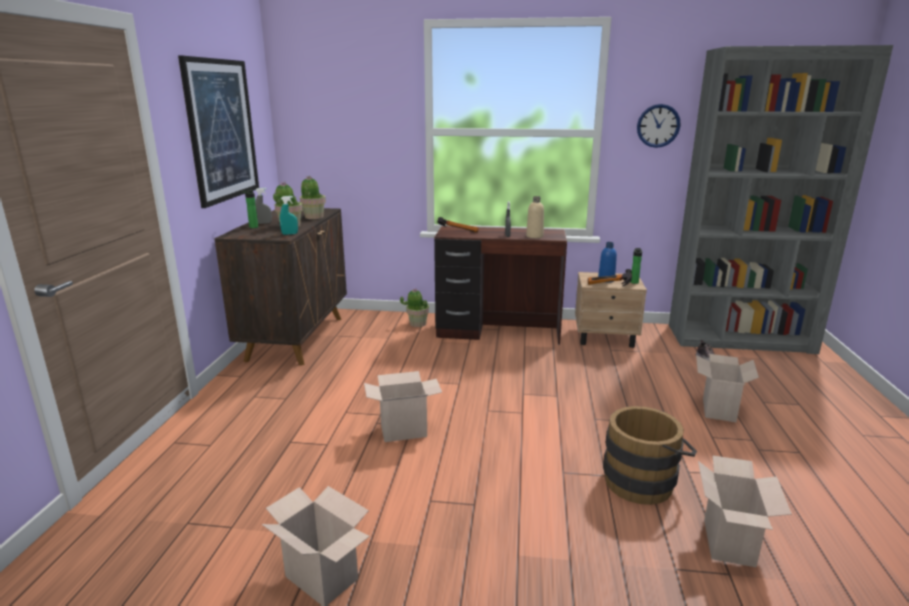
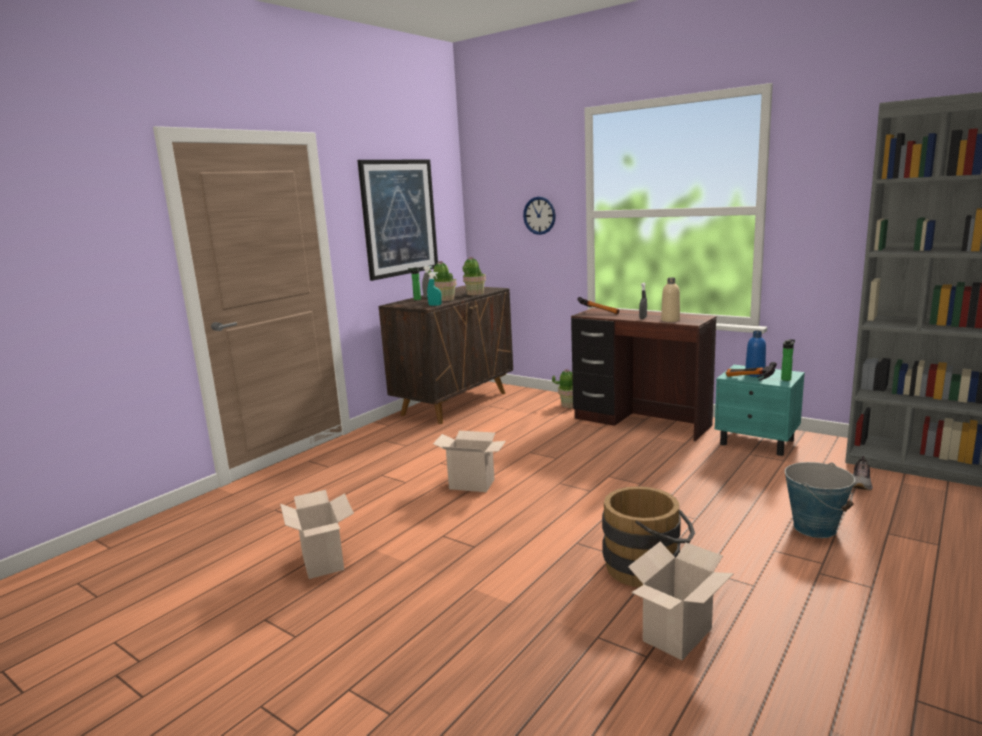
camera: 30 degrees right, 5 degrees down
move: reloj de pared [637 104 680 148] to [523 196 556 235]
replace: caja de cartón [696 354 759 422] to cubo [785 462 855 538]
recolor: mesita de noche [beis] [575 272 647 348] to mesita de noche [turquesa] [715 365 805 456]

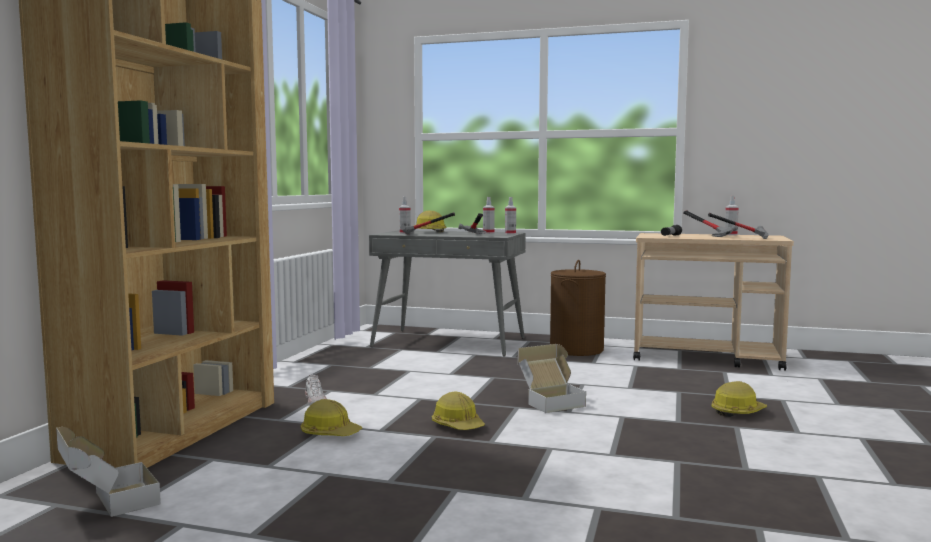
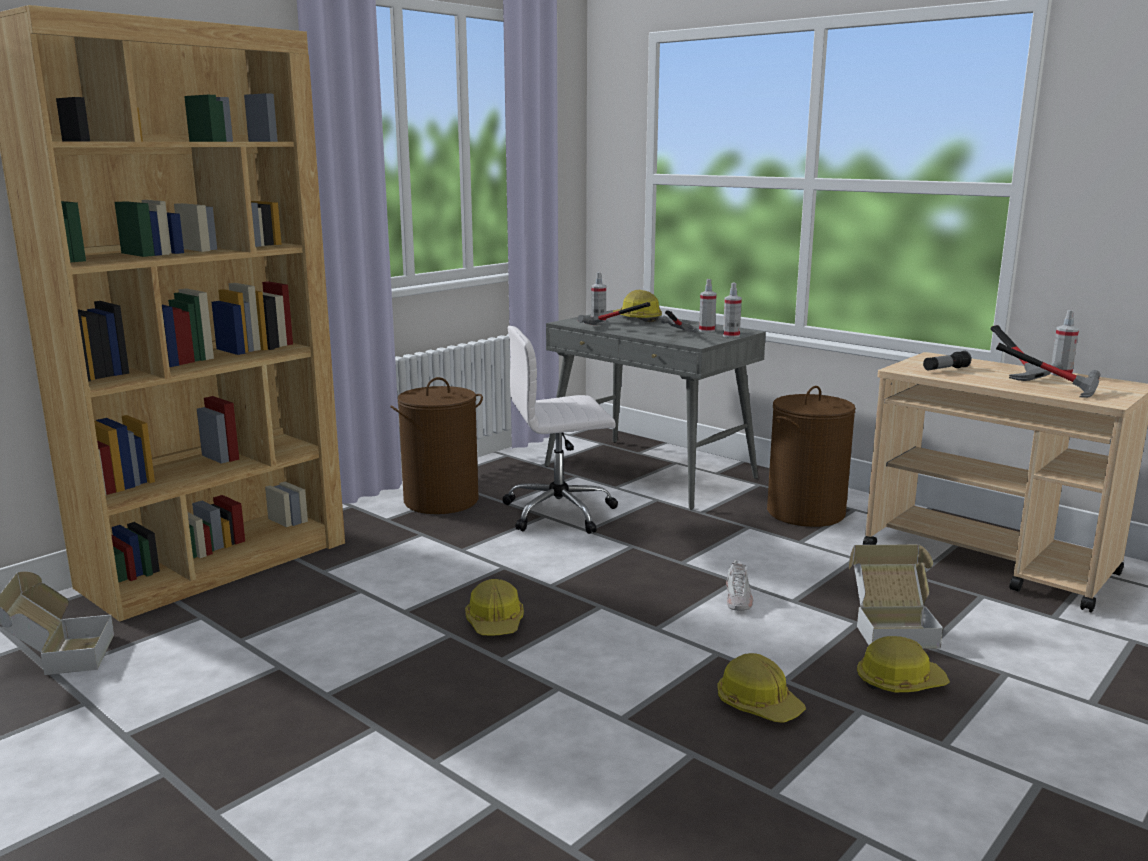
camera: 25 degrees right, 10 degrees up
insert: silla de oficina [blanco] [502 326 618 534]; cesto de la ropa [marrón] [390 377 483 514]
move: caja de cartón [518 344 586 413] to [848 544 943 649]; zapato [blanco] [305 374 327 406] to [726 560 753 611]; casco [301 399 362 436] to [717 653 806 723]

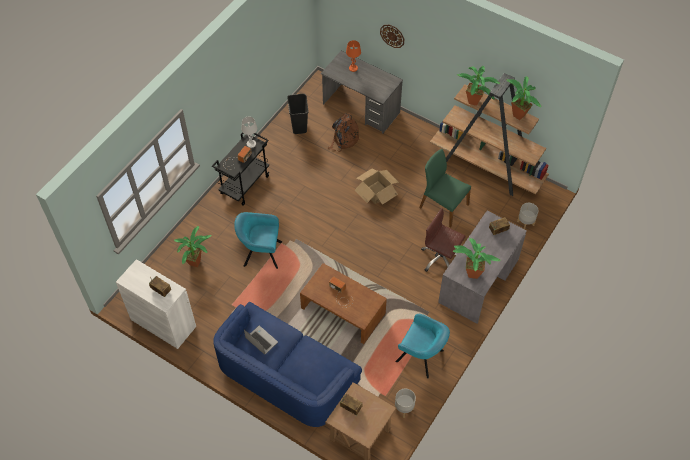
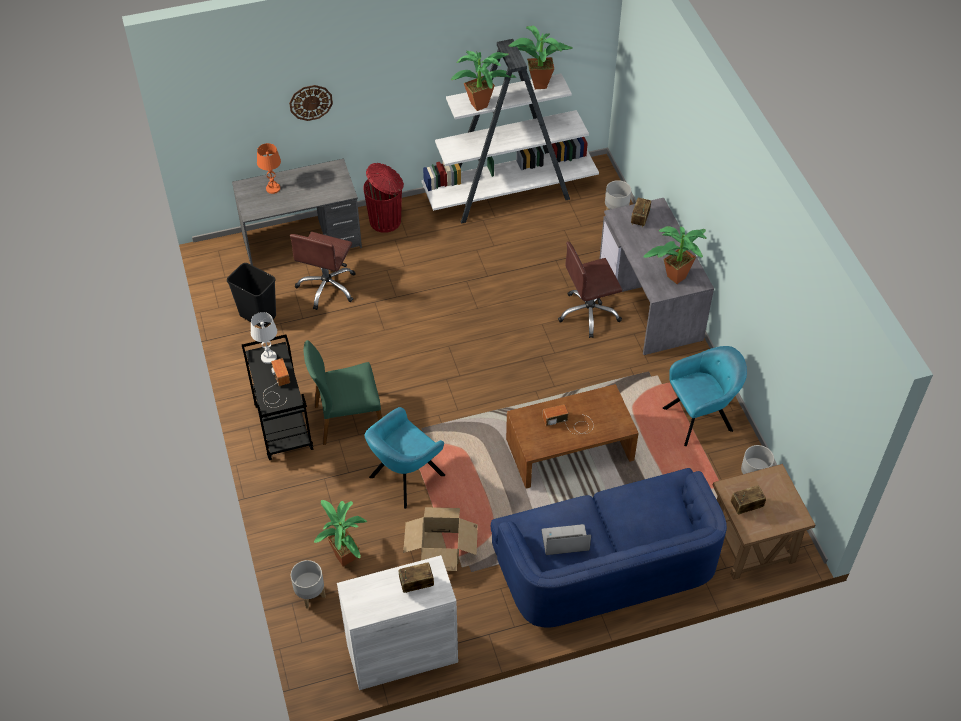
camera: 50 degrees left, 5 degrees down
insert: papelera [rojo] [363 163 404 233]; maceta [gris] [291 560 326 609]
move: silla [verde] [419 149 471 228] to [303 340 382 445]; caja de cartón [355 169 399 205] to [403 507 478 571]
replace: mochila [marrón] [328 113 360 152] to silla de oficina [marrón] [290 232 356 310]
recolor: estantería [marrón] [430 73 549 196] to estantería [blanco] [422 39 599 224]

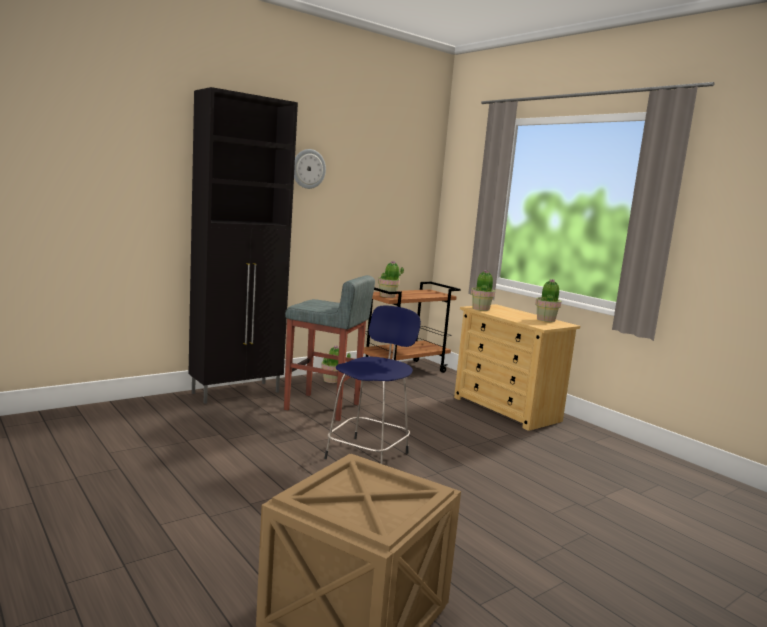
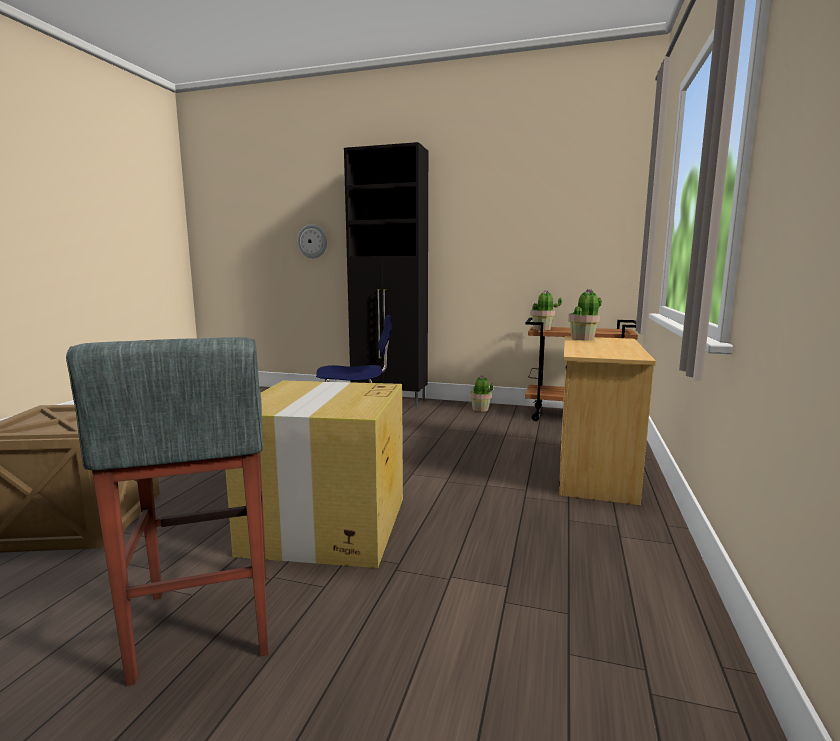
camera: 55 degrees right, 0 degrees up
delete: planta en maceta [535 279 561 322]
insert: caja de cartón [225 381 403 568]
move: reloj de pared [294 149 326 189] to [297 224 327 258]; taburete [gris] [284 275 375 421] to [66 337 268 686]

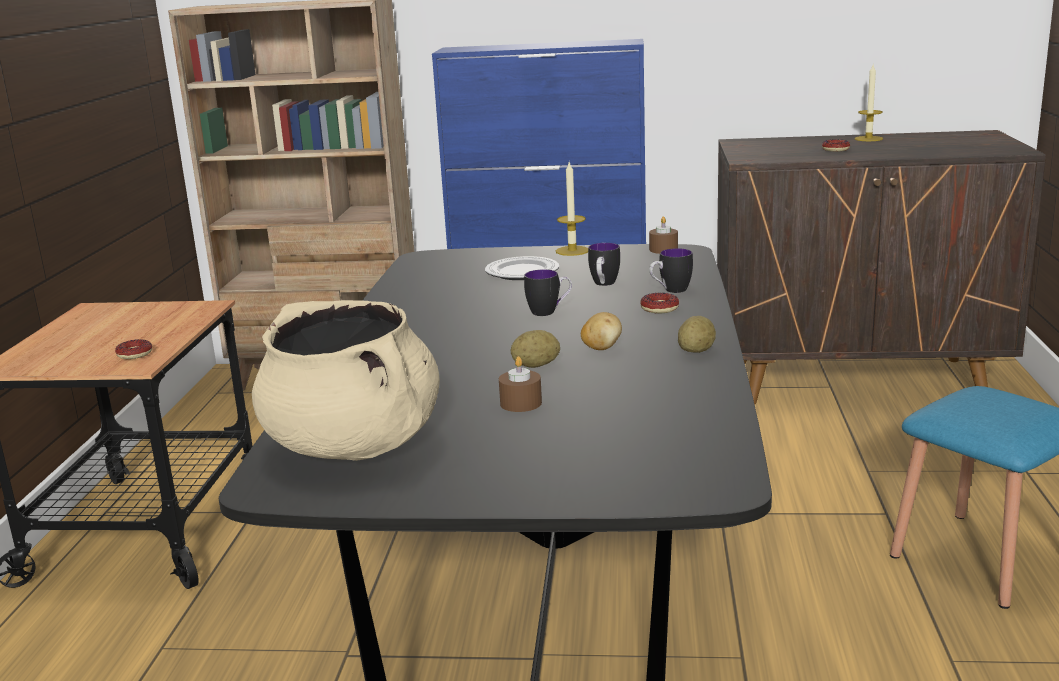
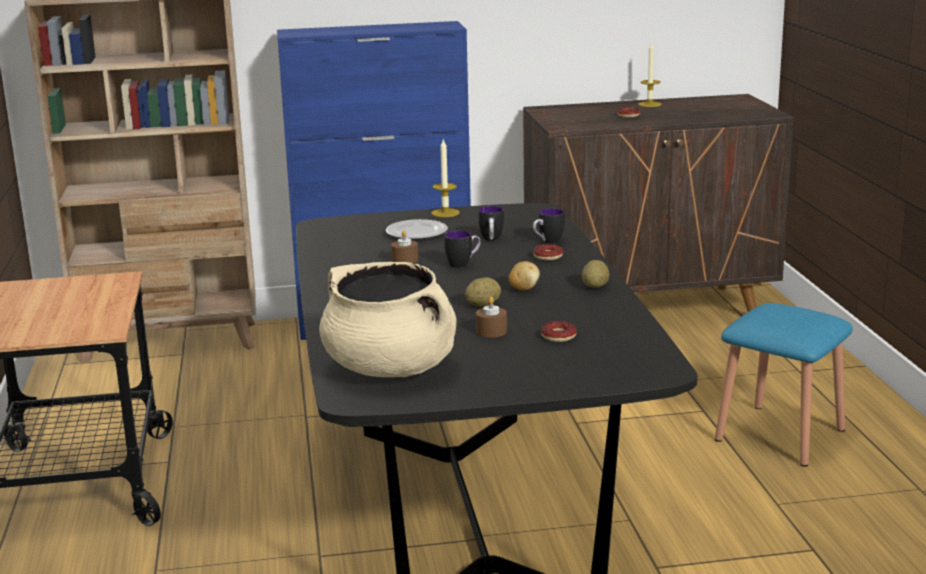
camera: 15 degrees left, 0 degrees up
move: vela [marrón] [649 216 678 254] to [391 230 418 263]; rosquilla [115 339 152 359] to [541 321 577 342]

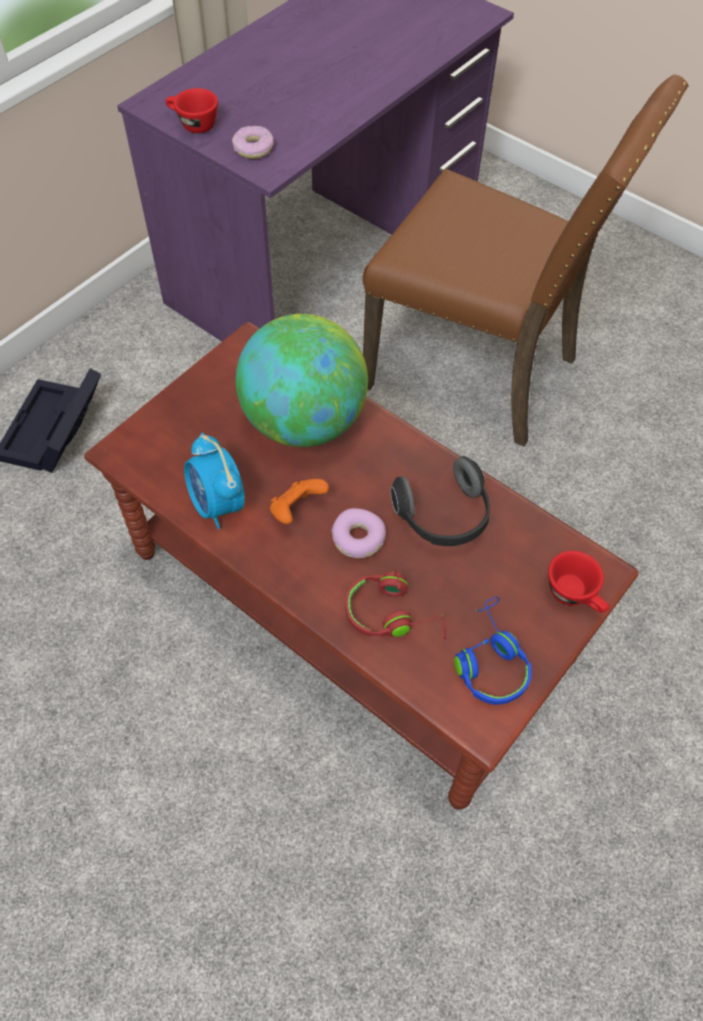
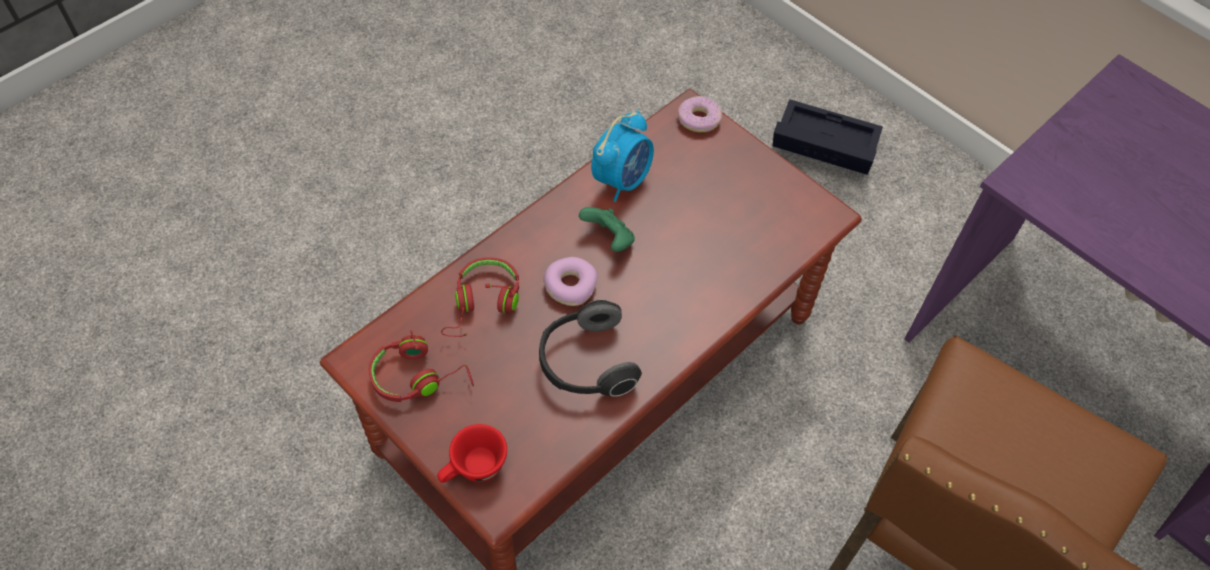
camera: 95 degrees right, 0 degrees up
delete: taza [rojo] [165 88 218 133]; globo terráqueo [236 314 368 447]
move: rosquilla [232 126 274 159] to [678 96 722 132]
recolor: mando de consola [naranja] [270 479 329 524] to mando de consola [verde] [579 207 635 252]; auriculares [azul] [454 597 532 705] to auriculares [rojo] [369 330 474 402]
rotate: despertador [184 433 245 529] = [591 110 654 202] 150 degrees clockwise

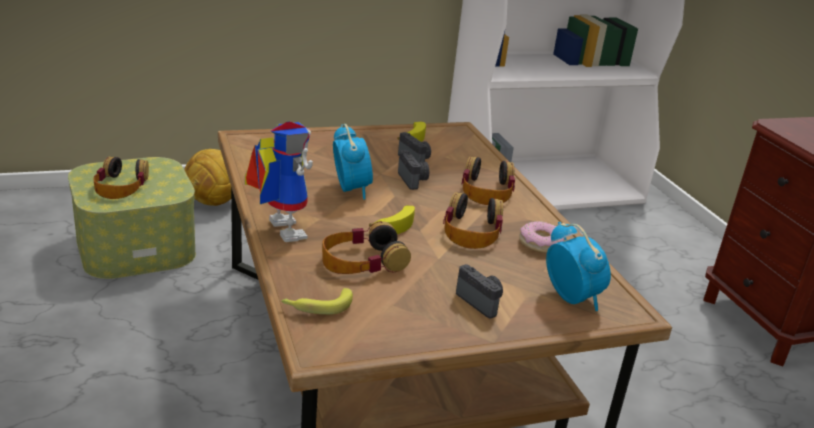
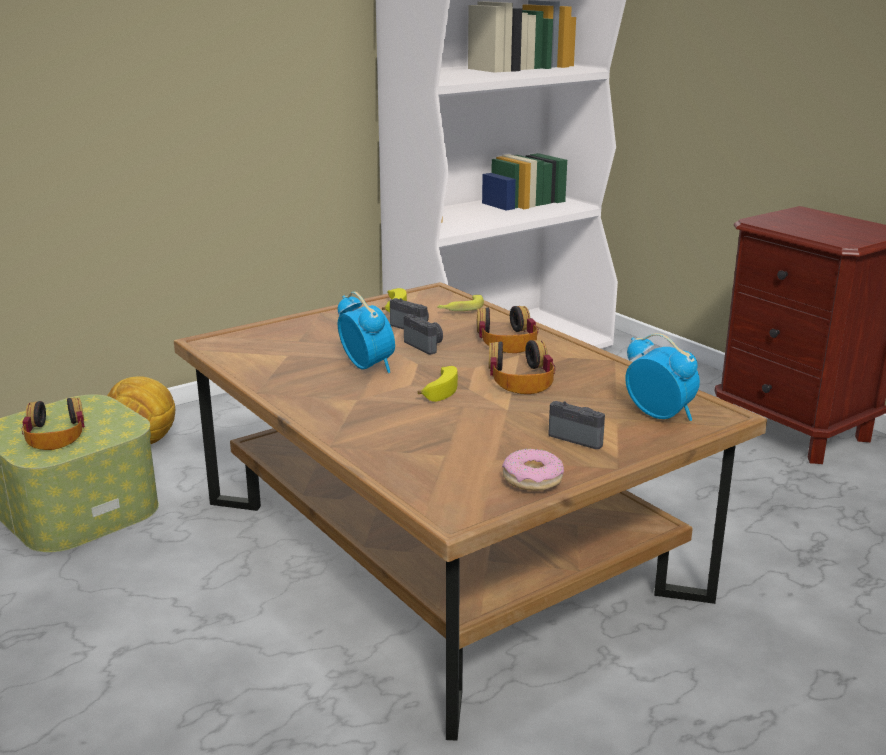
camera: 15 degrees left, 5 degrees down
delete: robot de juguete [245 122 313 242]; auriculares [322 221 411 274]
move: rosquilla [519 221 564 253] to [502 449 564 491]; plátano [281 288 353 315] to [437 295 484 311]

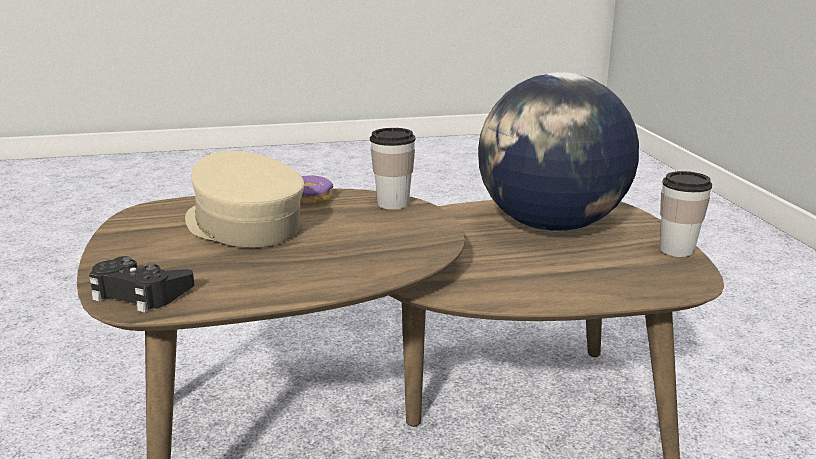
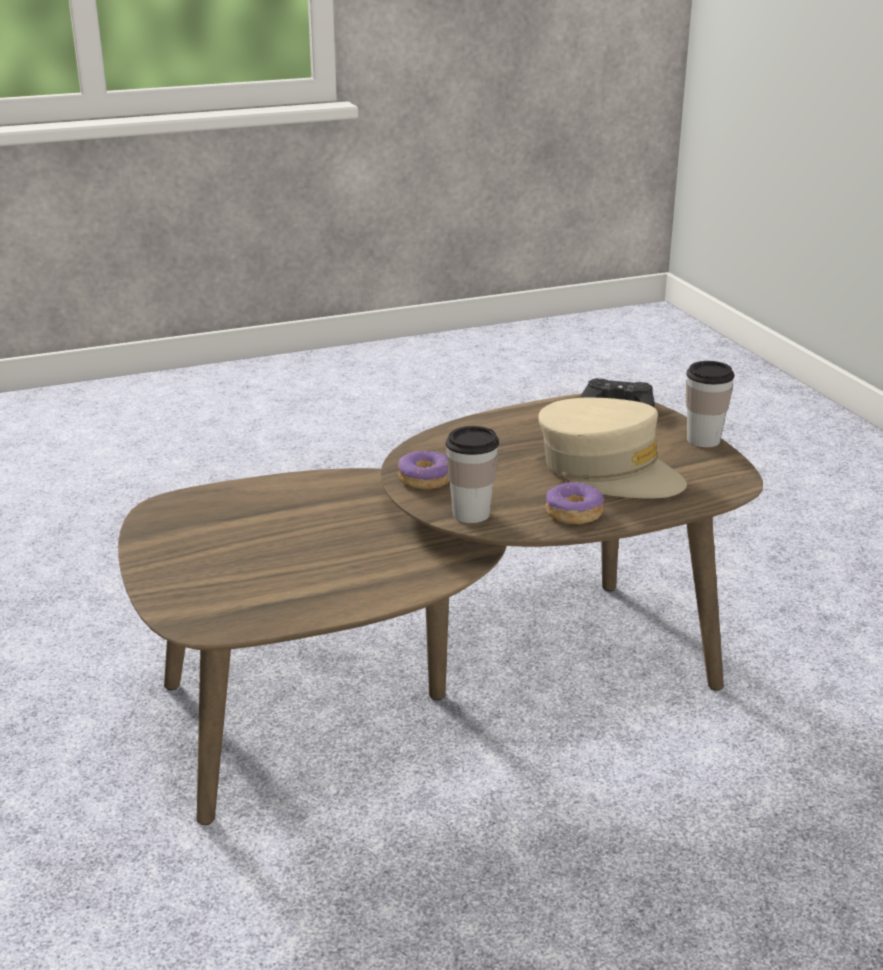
camera: 170 degrees right, 5 degrees up
delete: globo terráqueo [478 72 639 232]
insert: rosquilla [398 450 450 489]
move: taza [660 171 712 257] to [686 361 734 447]

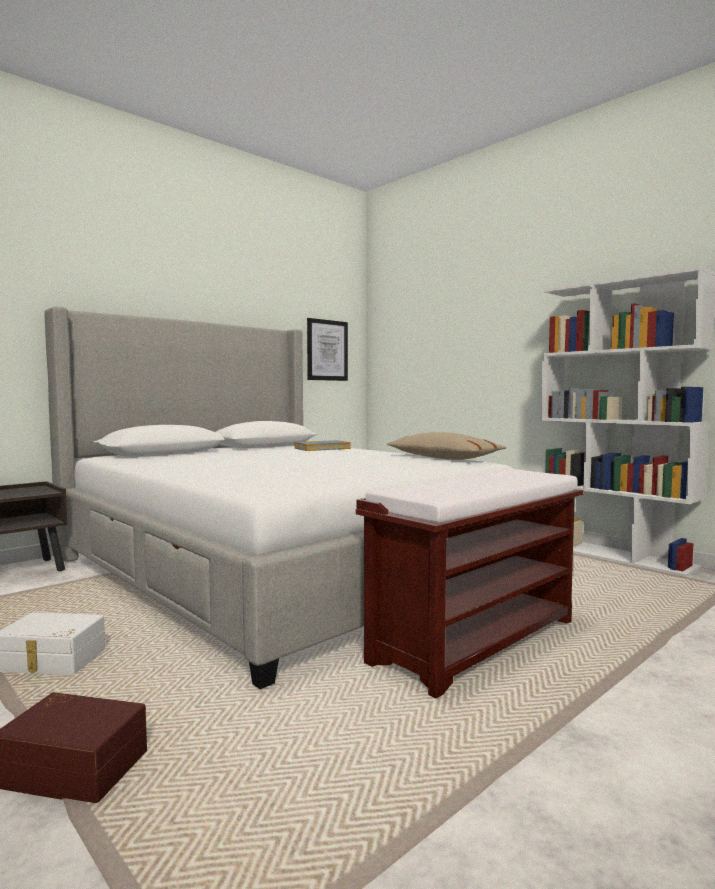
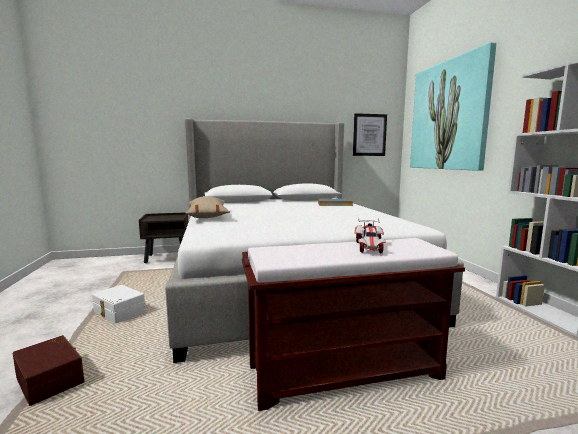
camera: 30 degrees right, 5 degrees up
insert: cuadro [410 42 496 171]; coche de juguete [355 218 386 253]
move: cojín [beis] [387 432 506 460] to [185 196 230 218]

